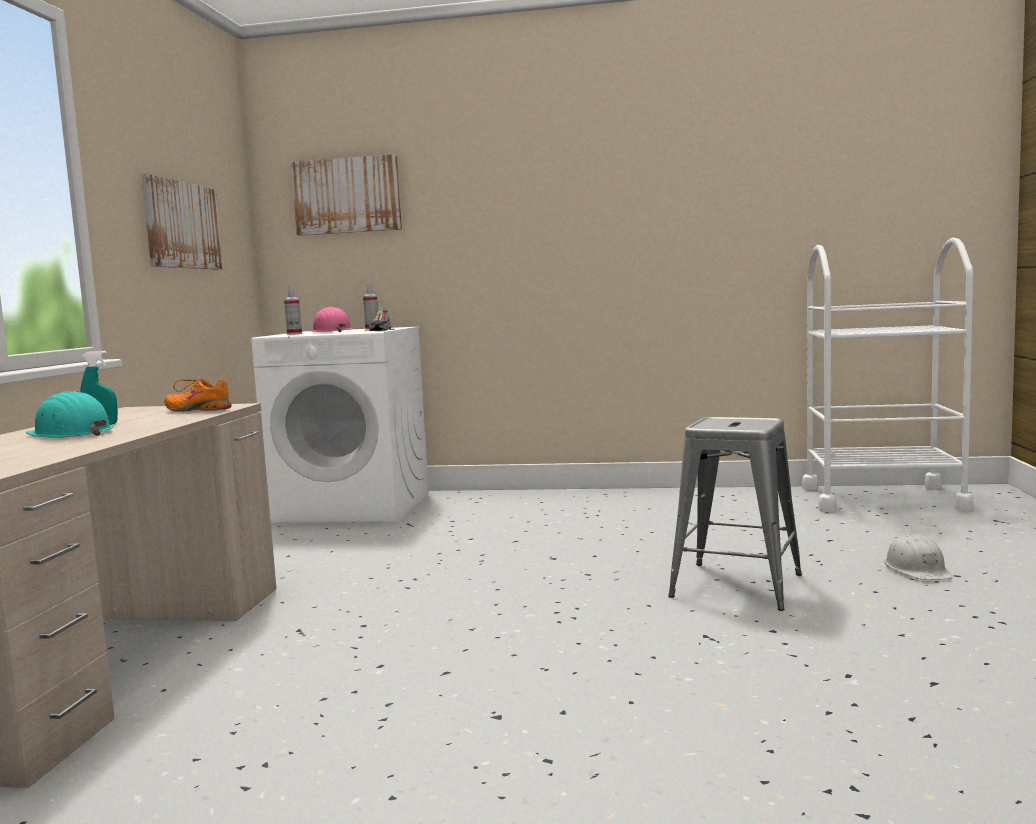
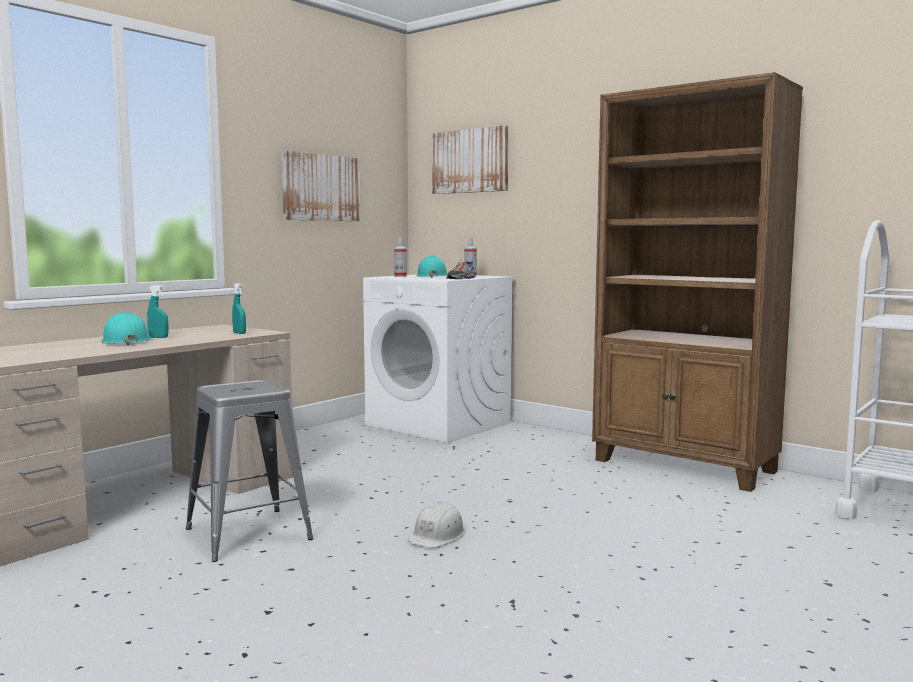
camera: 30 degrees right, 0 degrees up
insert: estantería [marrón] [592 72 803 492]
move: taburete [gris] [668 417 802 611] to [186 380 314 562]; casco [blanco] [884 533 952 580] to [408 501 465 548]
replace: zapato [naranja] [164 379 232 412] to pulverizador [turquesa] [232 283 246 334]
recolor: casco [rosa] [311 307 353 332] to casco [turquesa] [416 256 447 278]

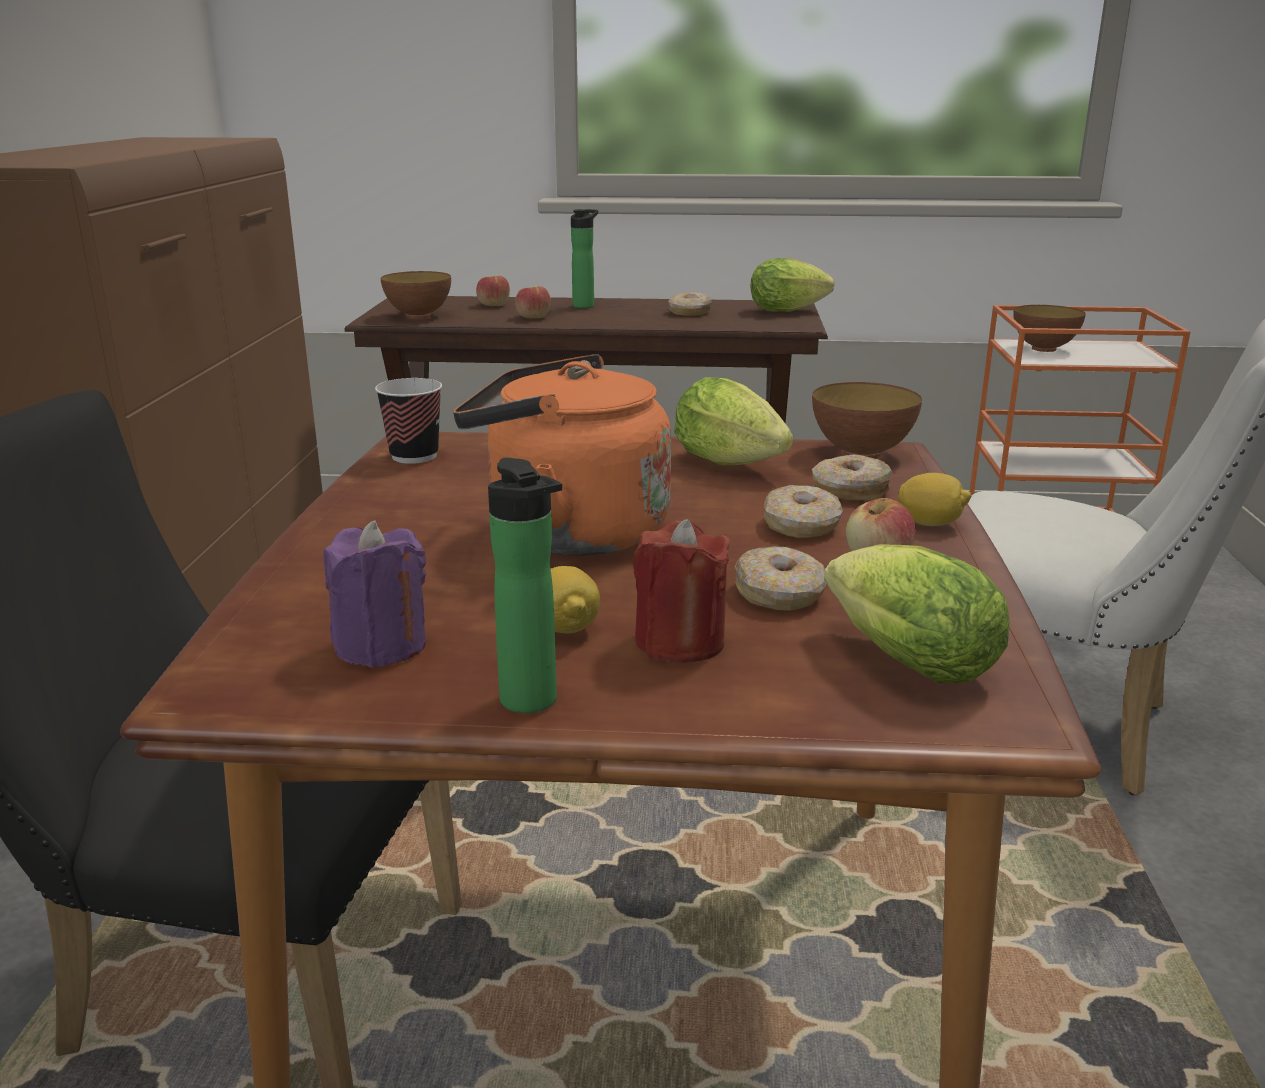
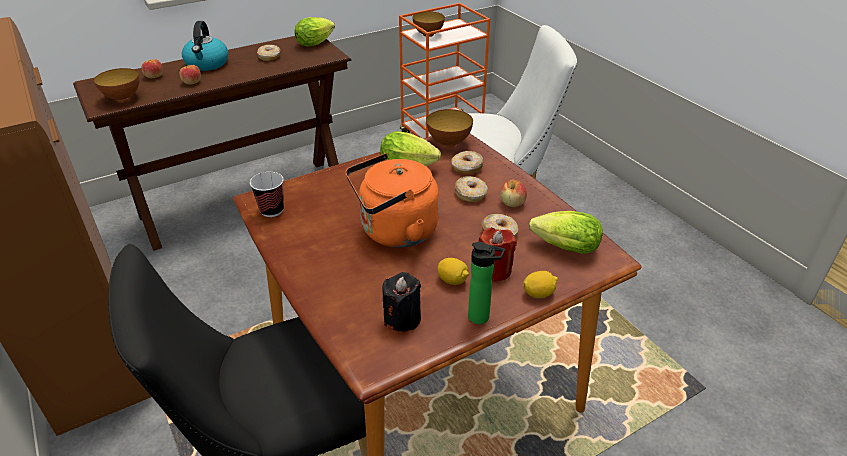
camera: 35 degrees left, 15 degrees up
move: limón [898 473 971 526] to [523 271 558 298]
replace: botella [571 209 598 308] to hervidor [182 21 228 71]
recolor: vela [morado] [324 520 426 668] to vela [negro] [382 272 421 332]

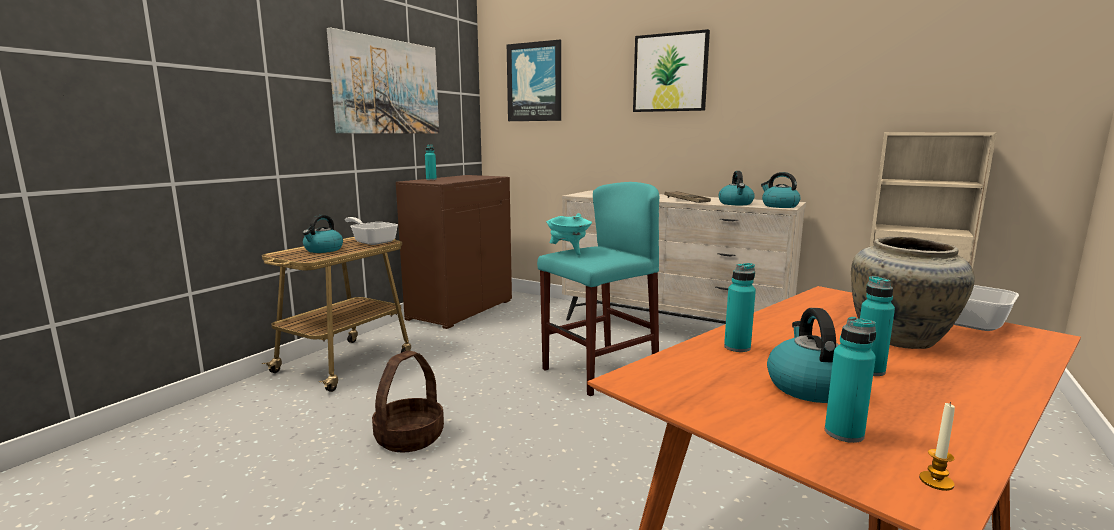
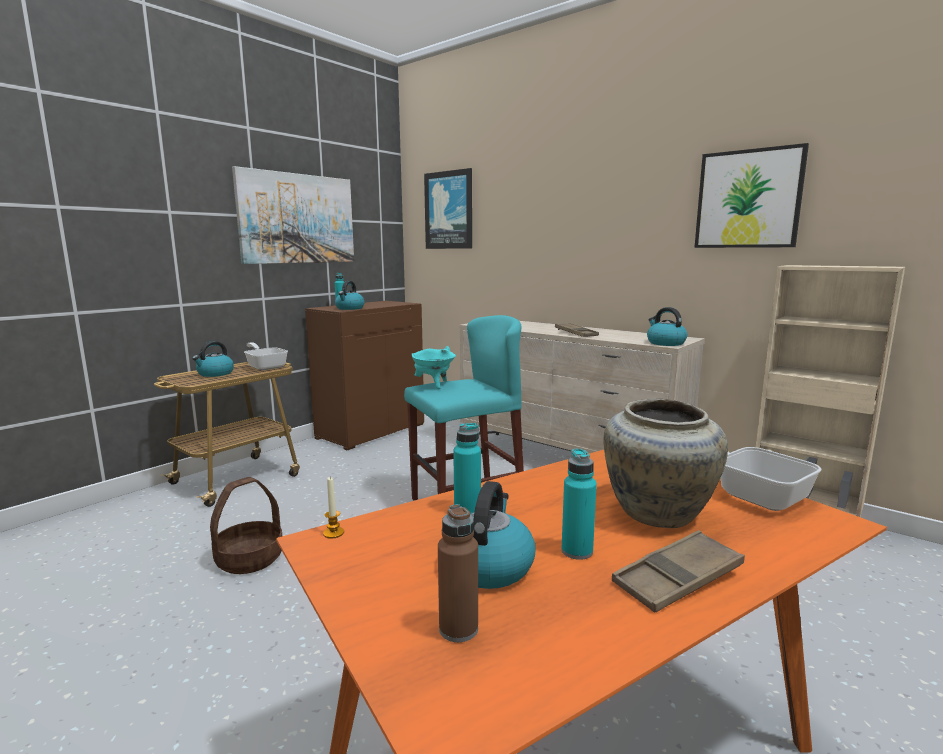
camera: 10 degrees right, 0 degrees up
insert: bandeja [marrón] [612 530 745 613]
move: cuadro [633 29 710 112] to [694 143 809 248]; hervidor [719 171 755 205] to [335 281 365 310]; vela [919 402 955 491] to [323 477 344 539]
recolor: botella [turquesa] [825 317 876 443] to botella [marrón] [438 504 478 642]

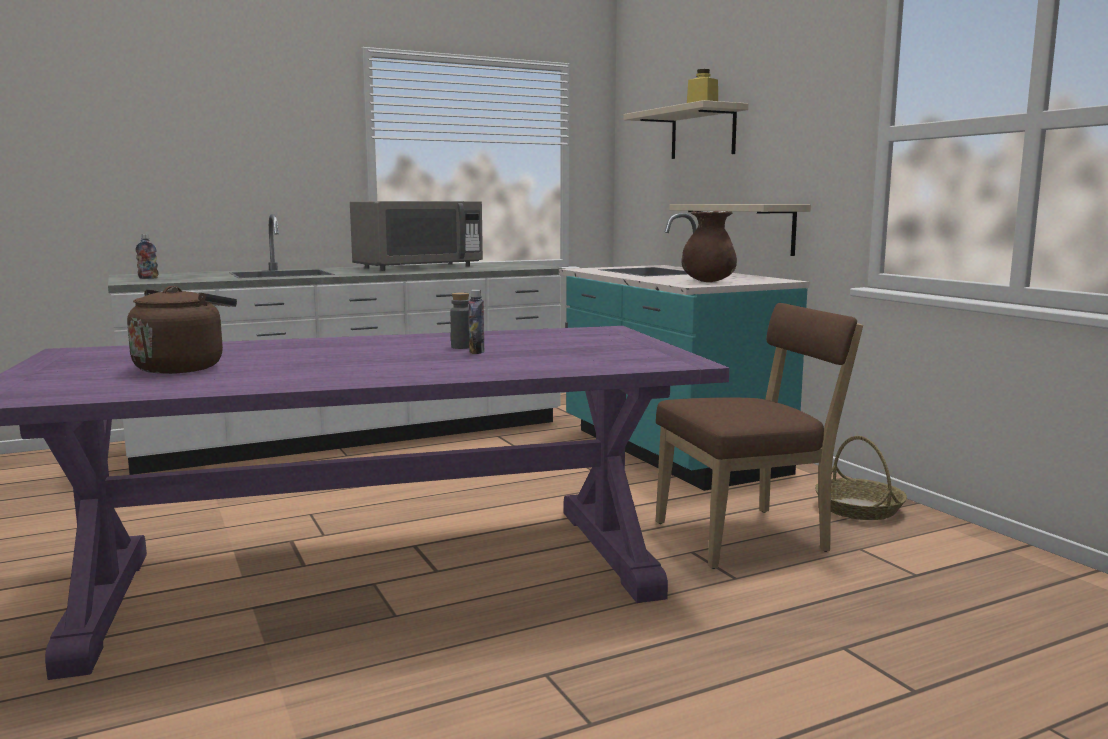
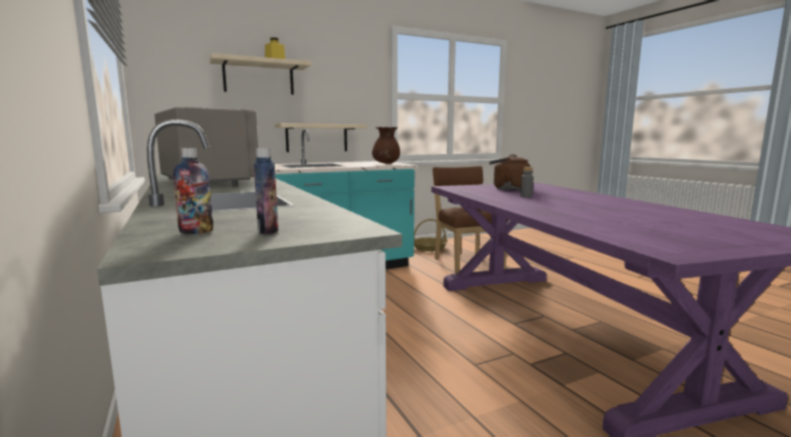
camera: 90 degrees left, 0 degrees up
move: hervidor [marrón] [127 286 237 374] to [489 154 531 190]; botella [468 290 485 354] to [173 148 213 234]

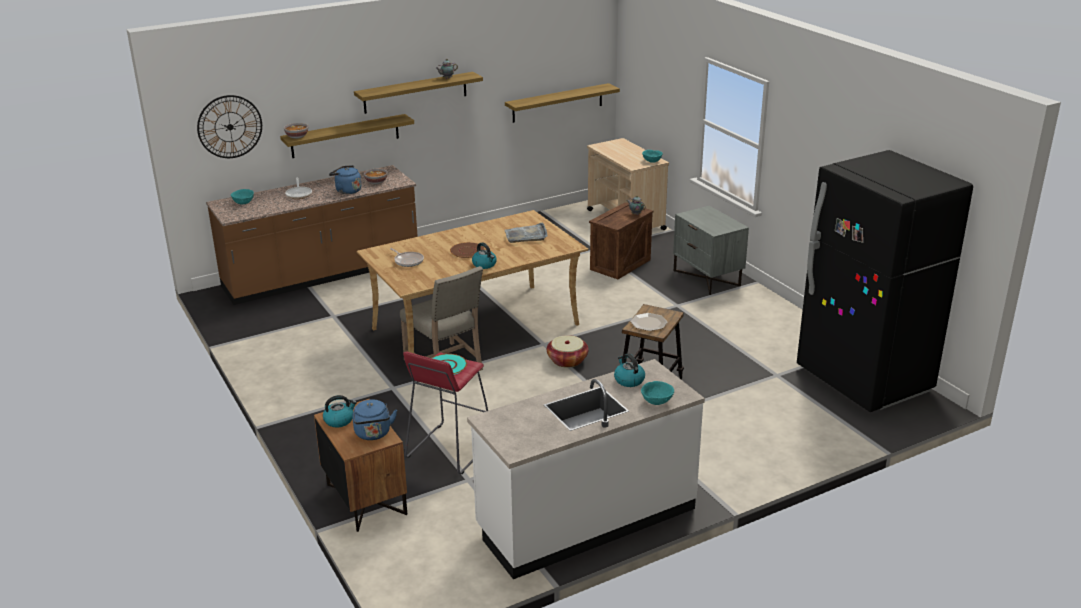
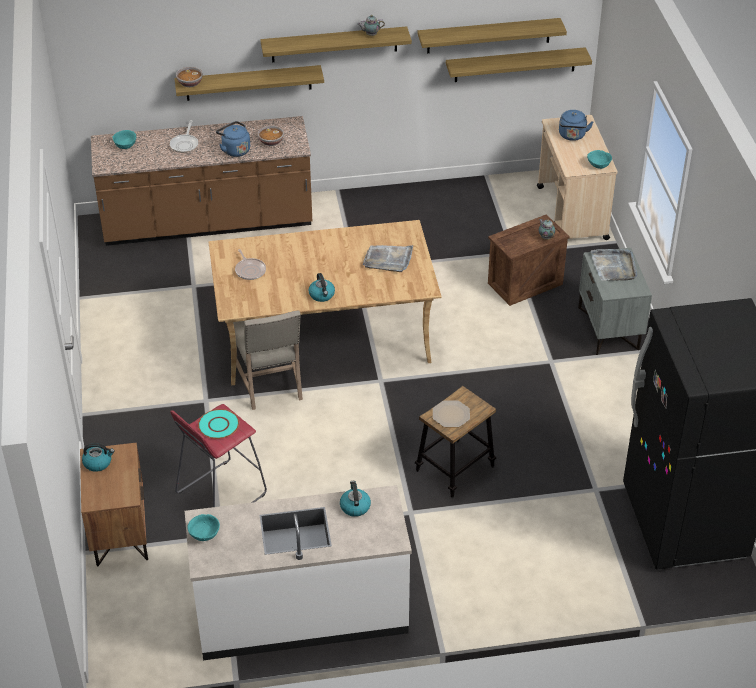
camera: 20 degrees right, 15 degrees up
delete: reloj de pared [197 95 262 158]; plato [marrón] [450 242 485 258]; cesta [547 335 588 368]
insert: estante [418 18 567 53]; bandeja [gris] [591 249 638 281]
move: cuenco [turquesa] [641 381 674 405] to [187 514 220 541]; hervidor [azul] [352 400 397 440] to [559 110 593 141]

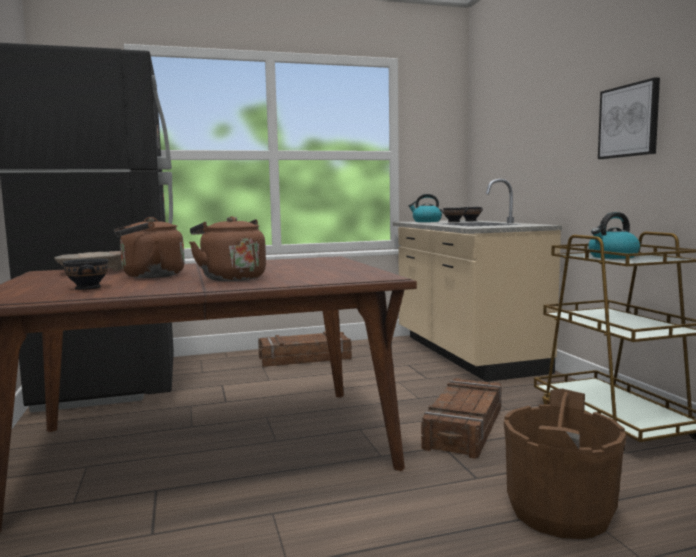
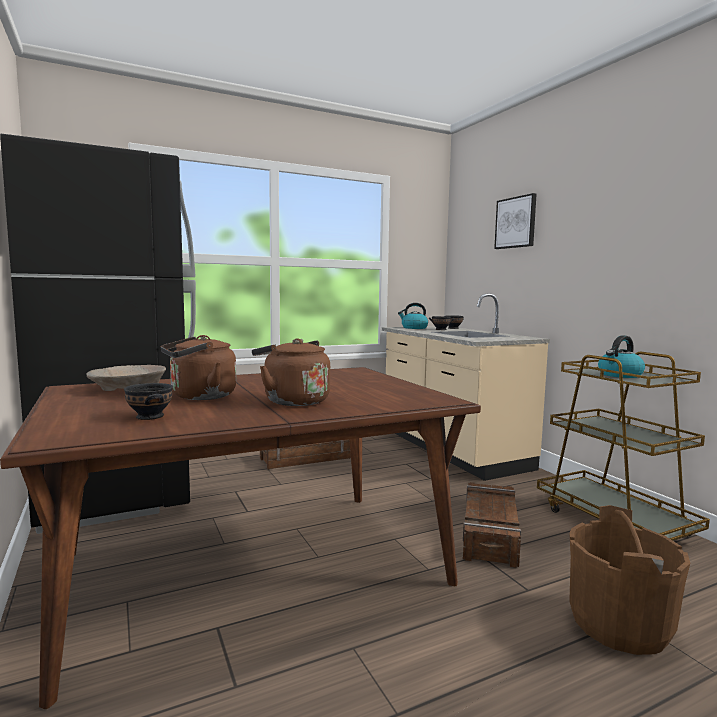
camera: 10 degrees left, 0 degrees up
move: cuadro [598 77 660 159] to [494 193 537 249]

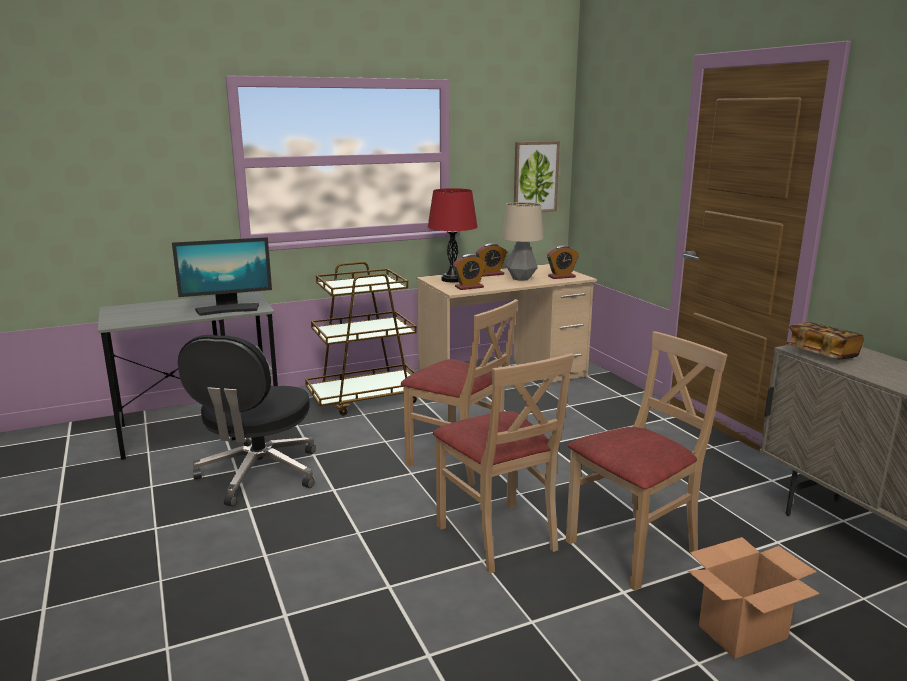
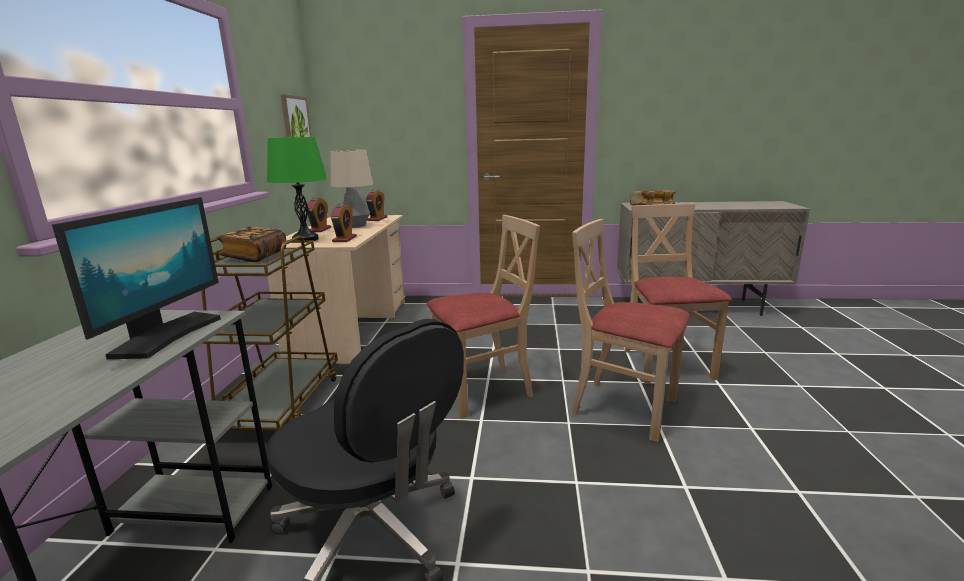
camera: 60 degrees left, 0 degrees up
delete: caja de cartón [688 537 820 659]
insert: libro [217 227 286 262]
recolor: lámpara de mesa [rojo] [428 188 478 282] to lámpara de mesa [verde] [267 137 327 241]
rotate: silla [beis] [433 353 574 574] = [571 219 690 442] 150 degrees counterclockwise

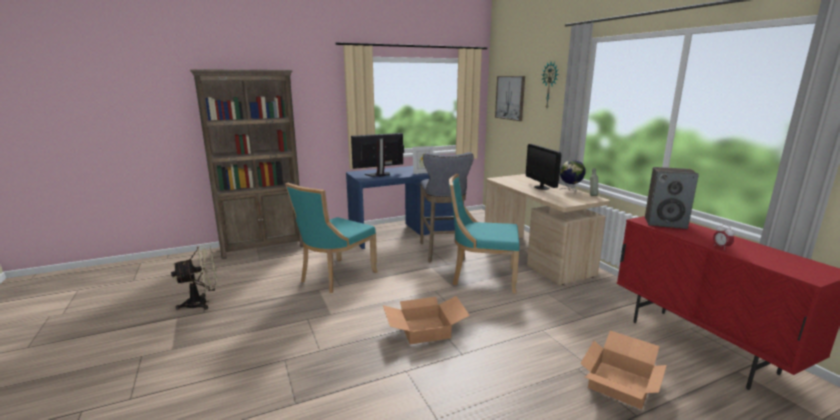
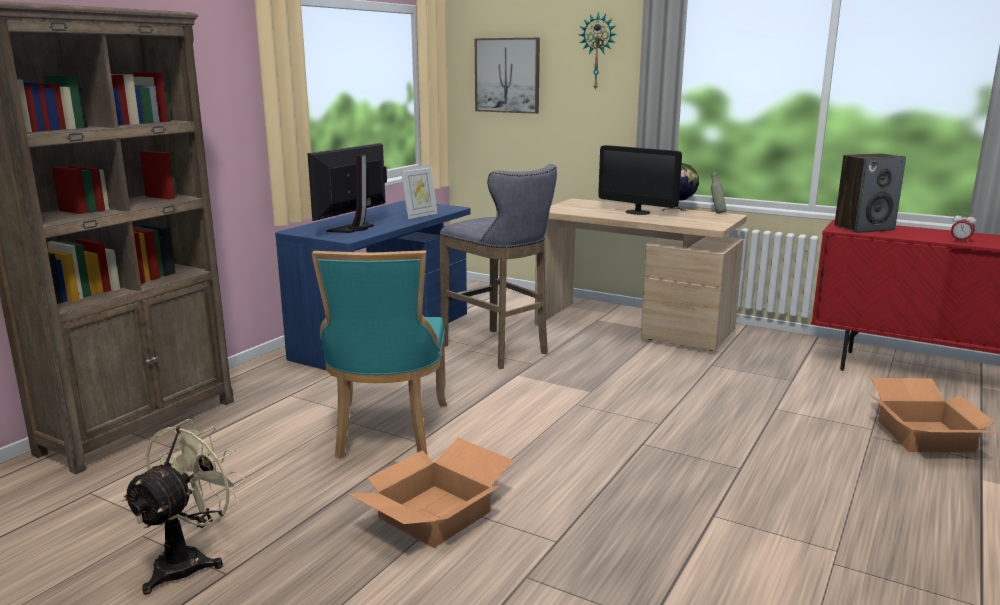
camera: 35 degrees left, 0 degrees up
delete: silla [turquesa] [449 174 520 294]
move: caja de cartón [383 296 470 345] to [349 438 513 548]

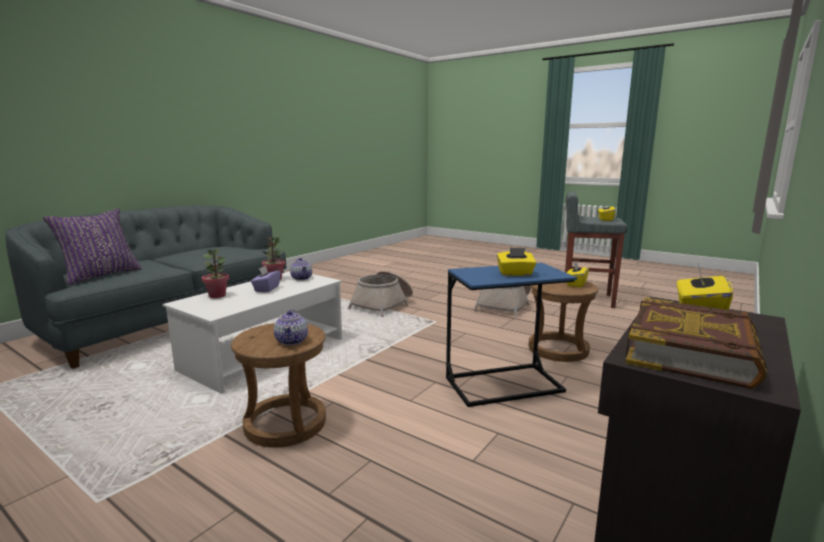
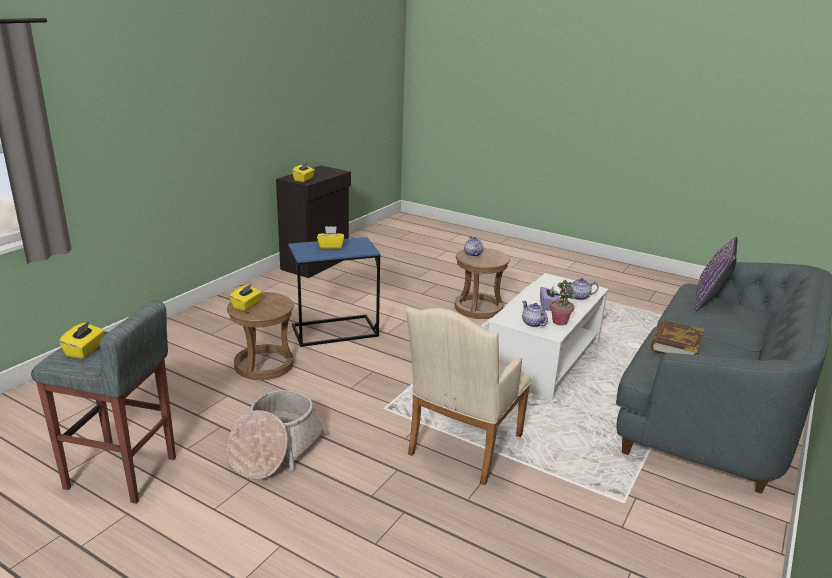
camera: 175 degrees right, 10 degrees up
move: libro [625 297 767 389] to [651 320 704 355]
replace: planta en maceta [202 249 229 298] to tetera [566 278 598 300]; cesta [348 271 413 317] to sillón [beis] [406 307 532 485]

